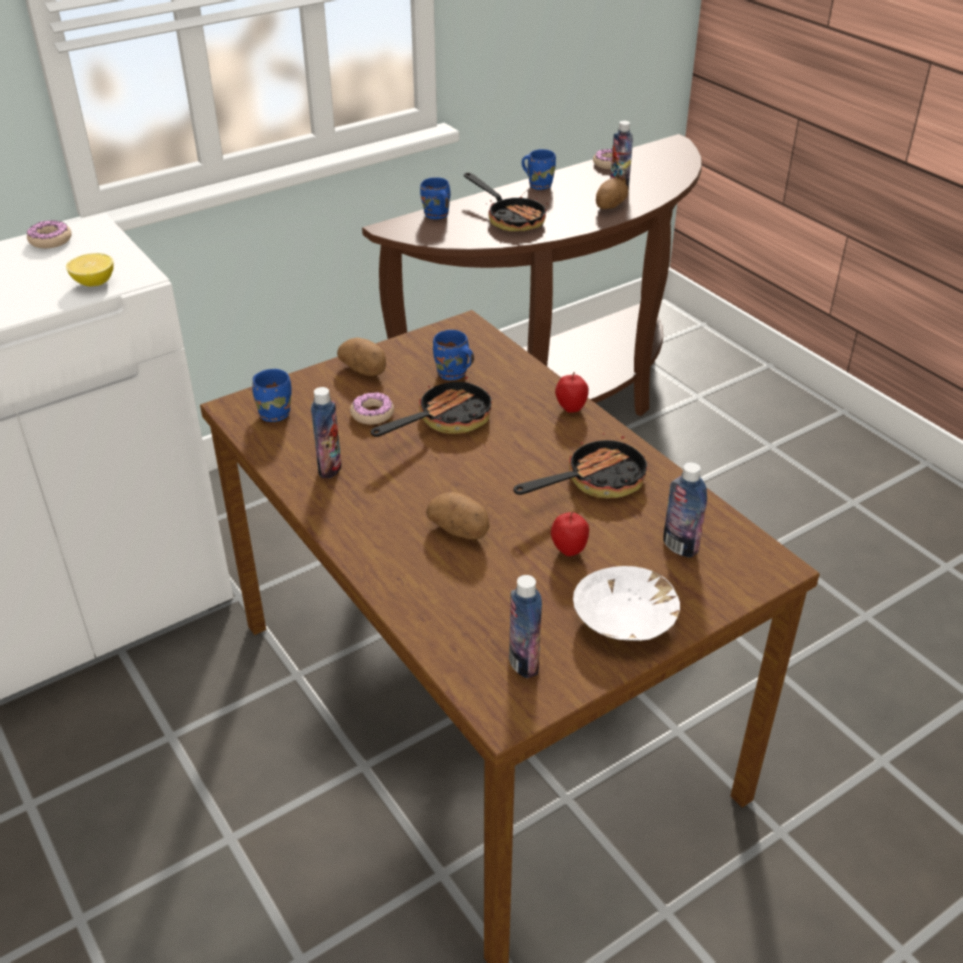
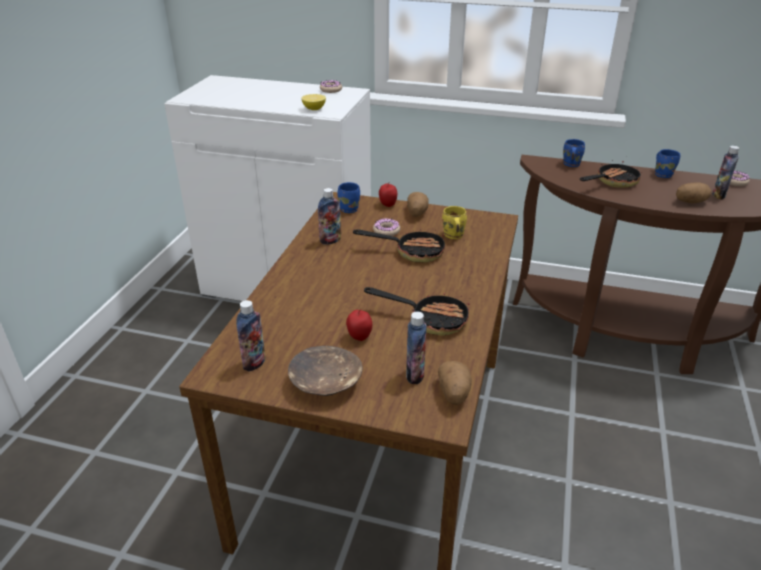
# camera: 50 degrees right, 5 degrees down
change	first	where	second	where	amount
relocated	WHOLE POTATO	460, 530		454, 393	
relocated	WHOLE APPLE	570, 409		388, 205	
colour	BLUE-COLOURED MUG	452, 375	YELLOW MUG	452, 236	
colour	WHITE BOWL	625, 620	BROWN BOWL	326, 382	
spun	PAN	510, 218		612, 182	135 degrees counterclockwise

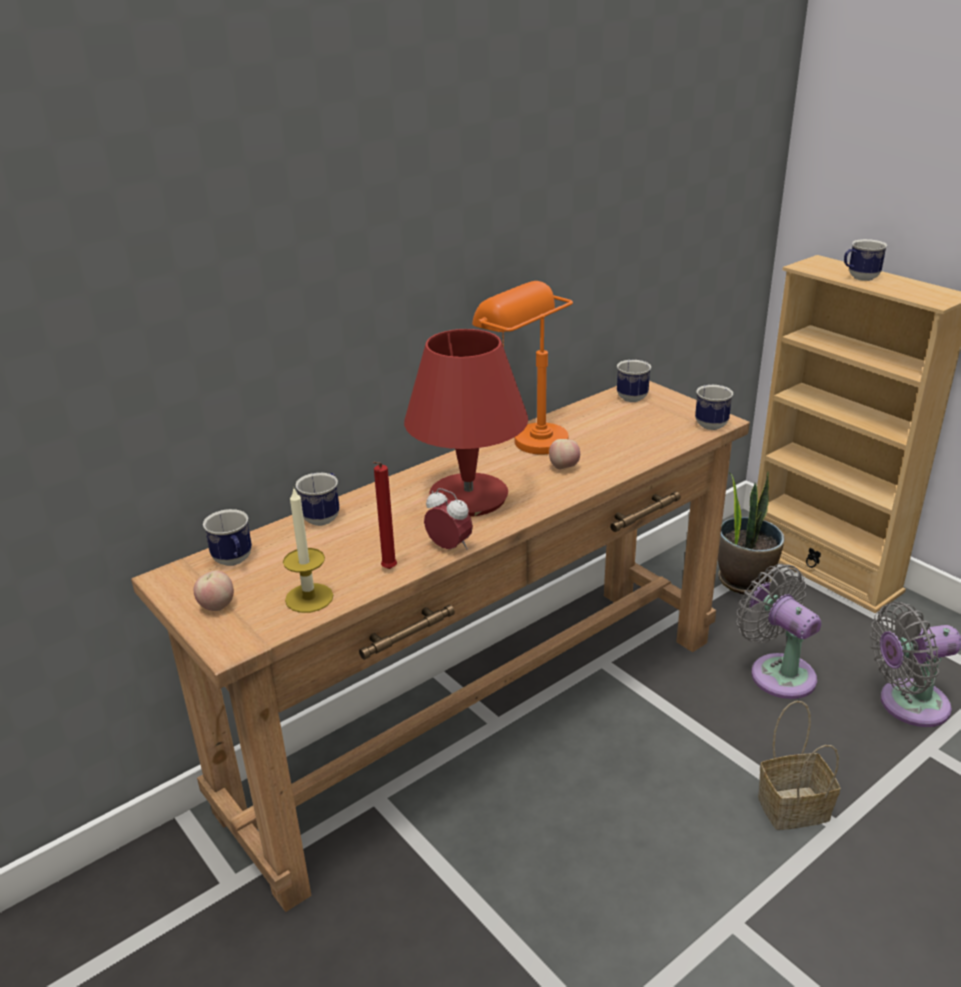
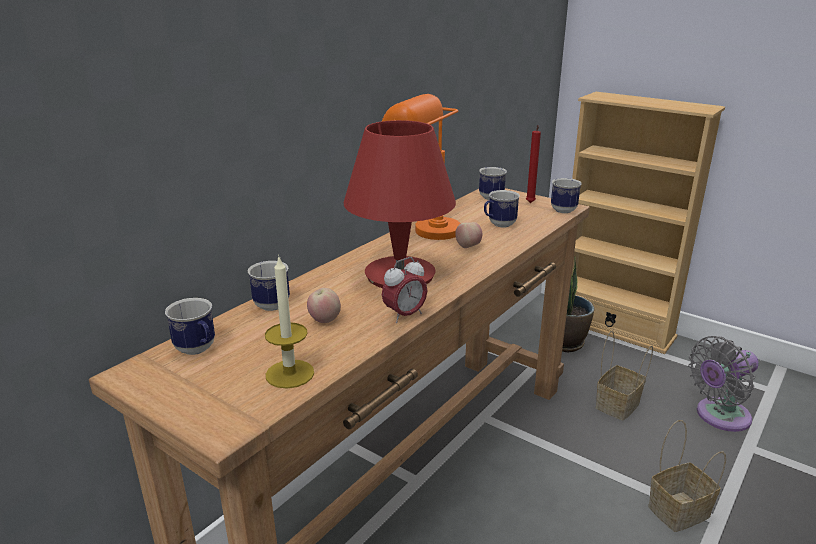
# camera: 15 degrees left, 5 degrees down
change	first	where	second	where	amount
relocated	WHOLE APPLE	217, 606		324, 320	
relocated	RED-COLOURED WAX CANDLE	388, 570		530, 203	
relocated	MUG	859, 278		498, 225	
exchanged	GRAY COOLING FAN	777, 672	HOUSEHOLD BASKET	617, 406	
spun	TABLE CLOCK	449, 547		404, 315	120 degrees clockwise

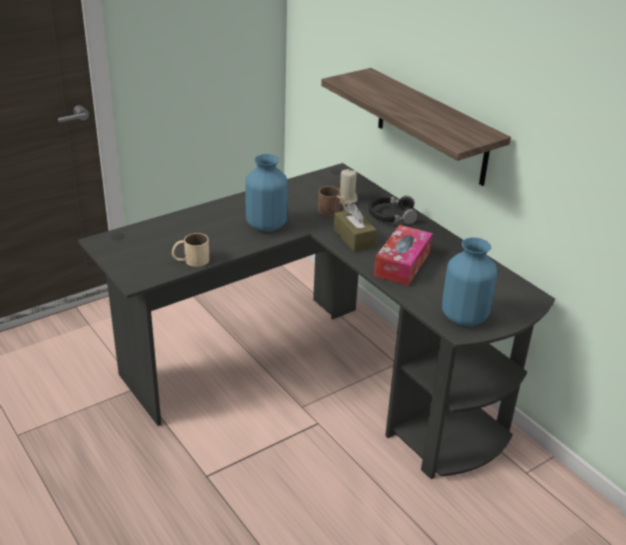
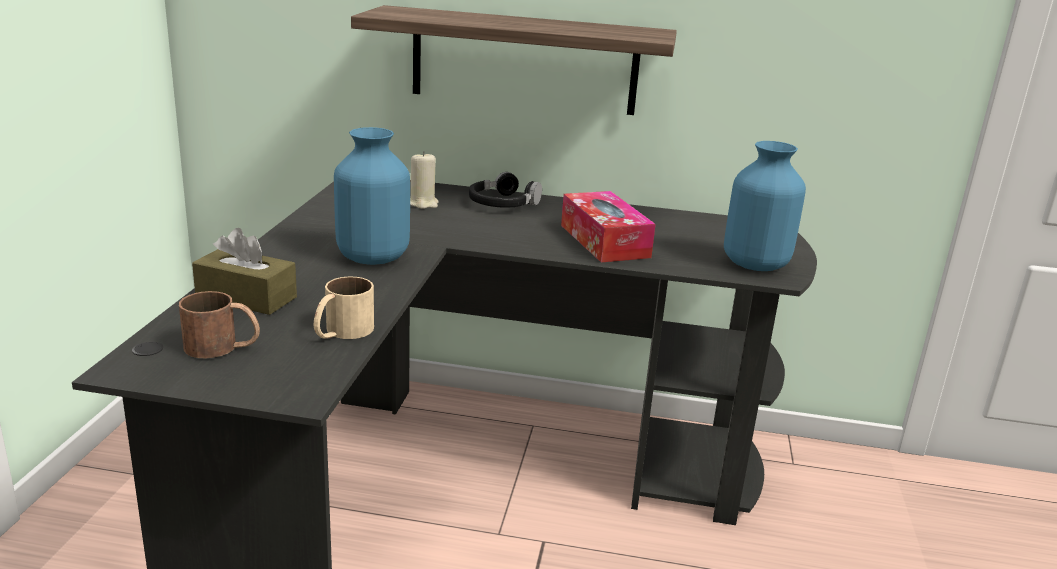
# camera: 45 degrees left, 10 degrees down
change	first	where	second	where	amount
relocated	BROWN MUG	332, 212		223, 347	
relocated	BROWN TISSUE BOX	354, 238		246, 297	

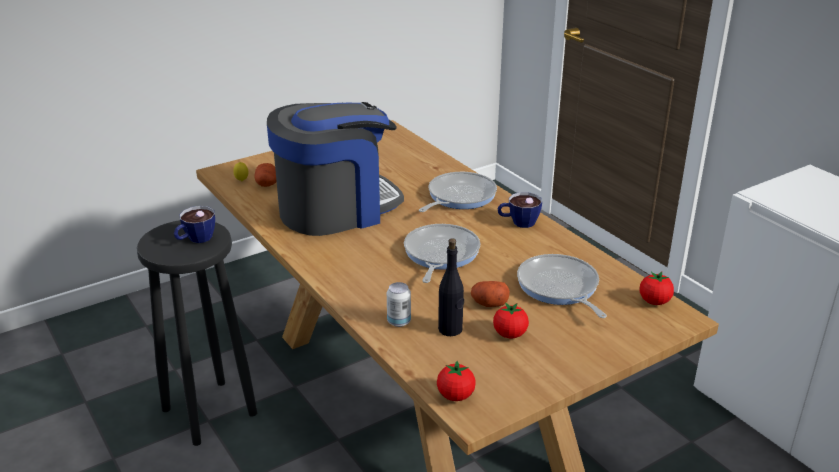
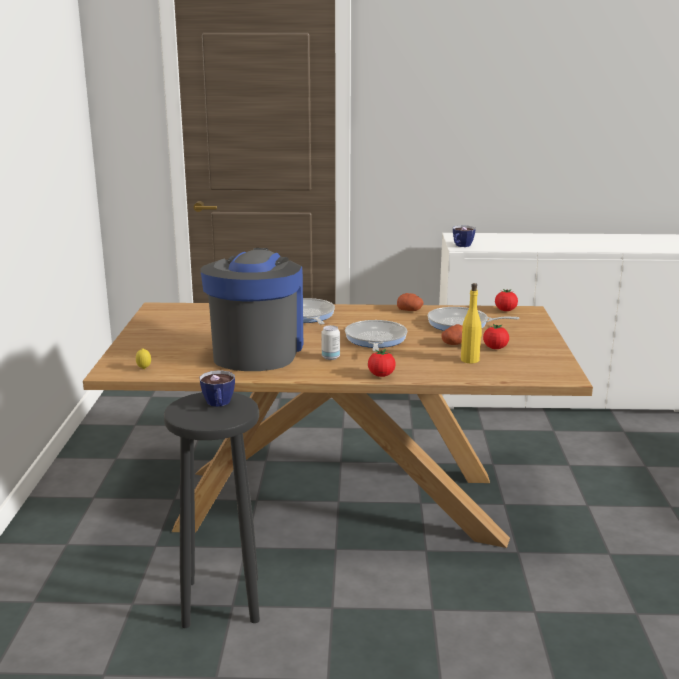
# camera: 55 degrees left, 10 degrees down
change	first	where	second	where	amount
relocated	WHOLE POTATO	267, 184		410, 310	
relocated	METAL CAN	399, 322		330, 357	
relocated	TOMATO	455, 396		381, 375	
relocated	DRINKING CUP	518, 222		461, 246	
colour	BLACKISH BOTTLE	450, 329	YELLOW BOTTLE	470, 360	
spun	PAN	440, 254		375, 340	45 degrees clockwise

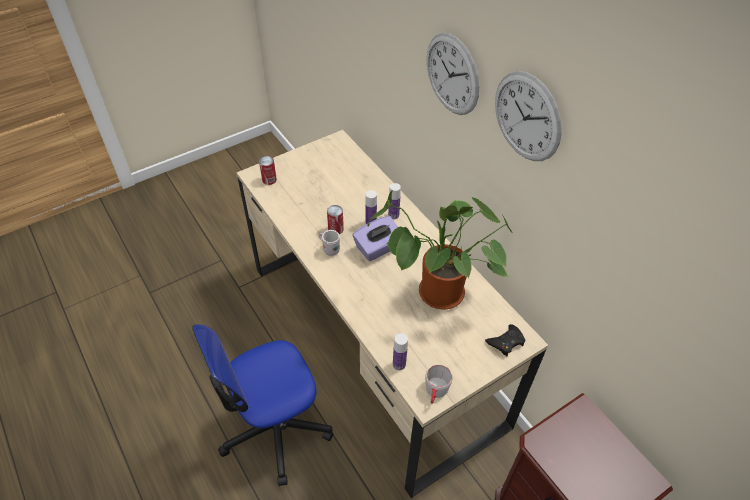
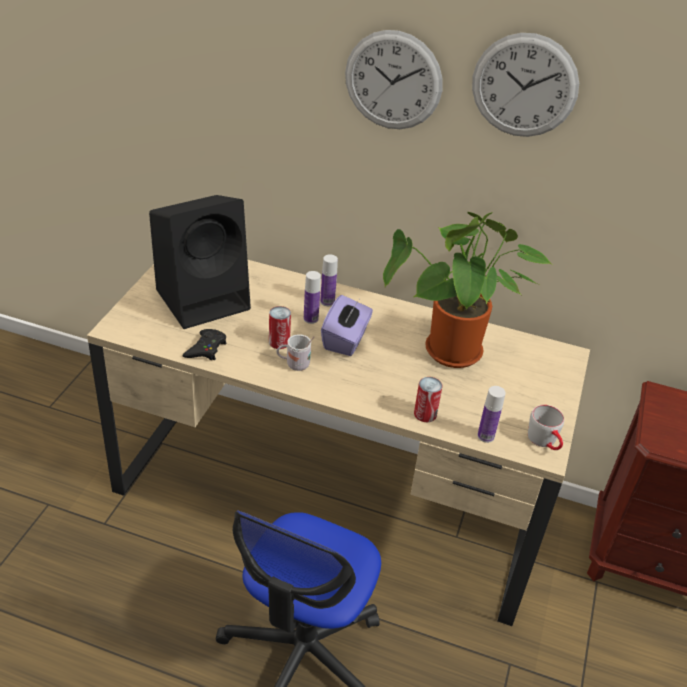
# camera: 40 degrees left, 10 degrees down
change	first	where	second	where	amount
appeared			BLACKISH AUDIO SPEAKER	205, 298	
relocated	METAL CAN	269, 179		425, 414	
relocated	BLACKISH GAMEPAD	506, 342		206, 349	

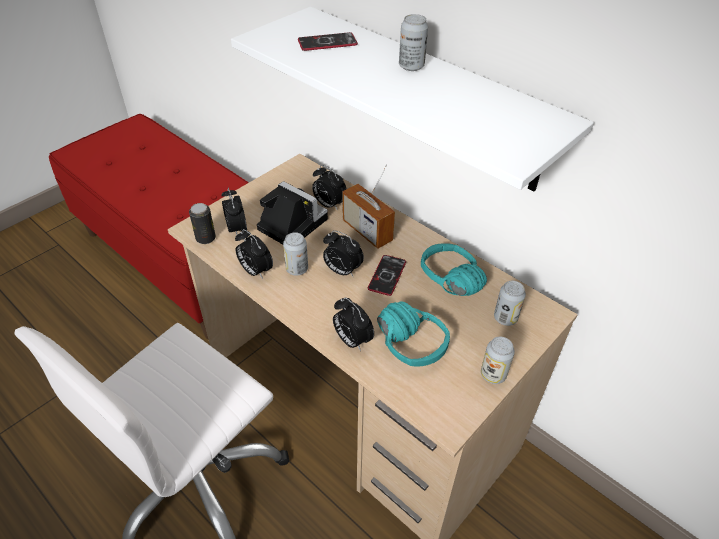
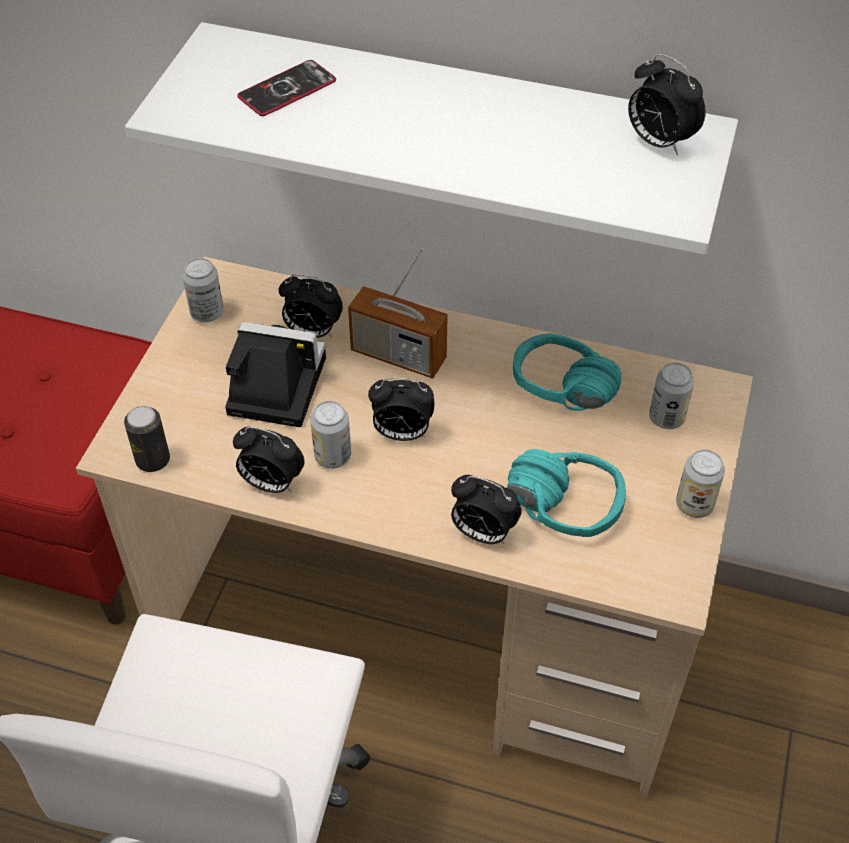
# camera: 25 degrees left, 5 degrees up
change	first	where	second	where	amount
missing	HANDSET	387, 275			
relocated	TABLE CLOCK	236, 229		658, 142	
relocated	METAL CAN	411, 66		207, 313	

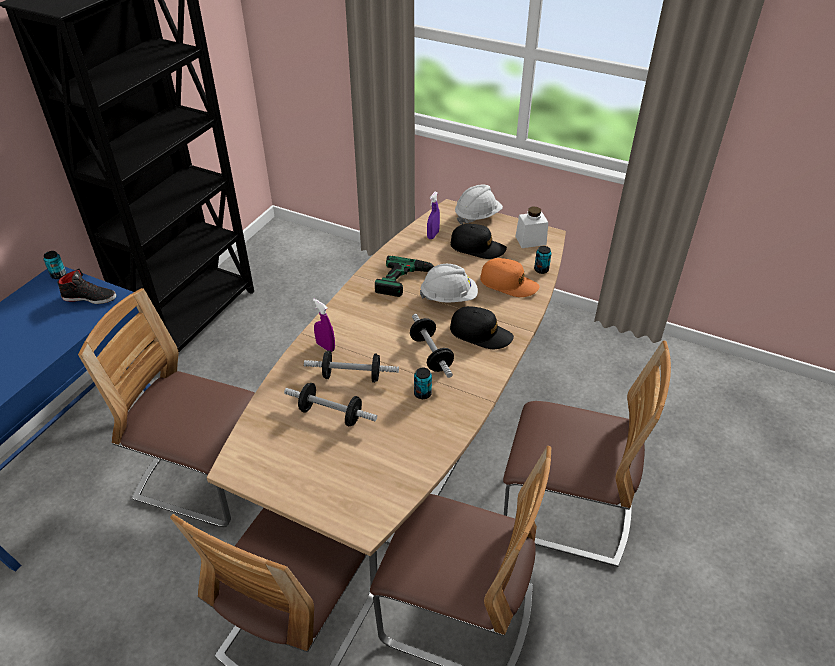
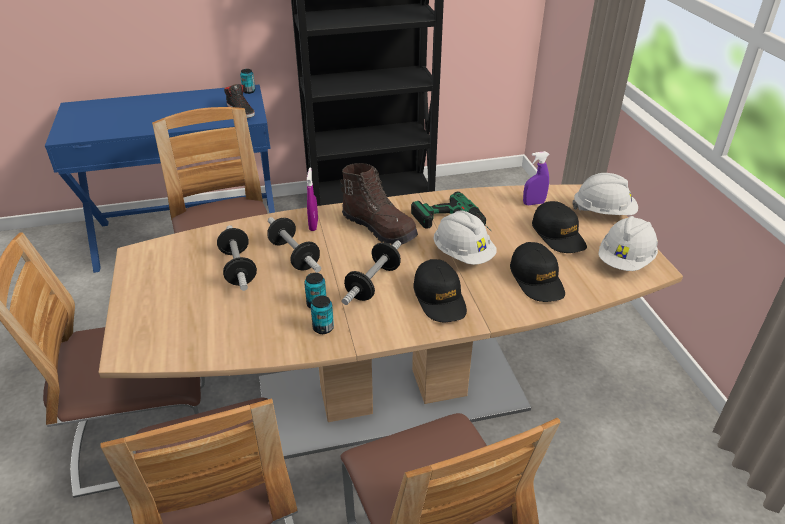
# camera: 50 degrees right, 5 degrees down
change	first	where	second	where	amount
appeared			BROWN TALL BOOT	380, 228	
relocated	METAL CAN	541, 270		323, 328	
exchanged	WHITE STORAGE JAR	530, 240	WHITE HARD HAT	625, 261	
colour	ORANGE PEAKED CAP	508, 284	BLACKISH PEAKED CAP	537, 280	

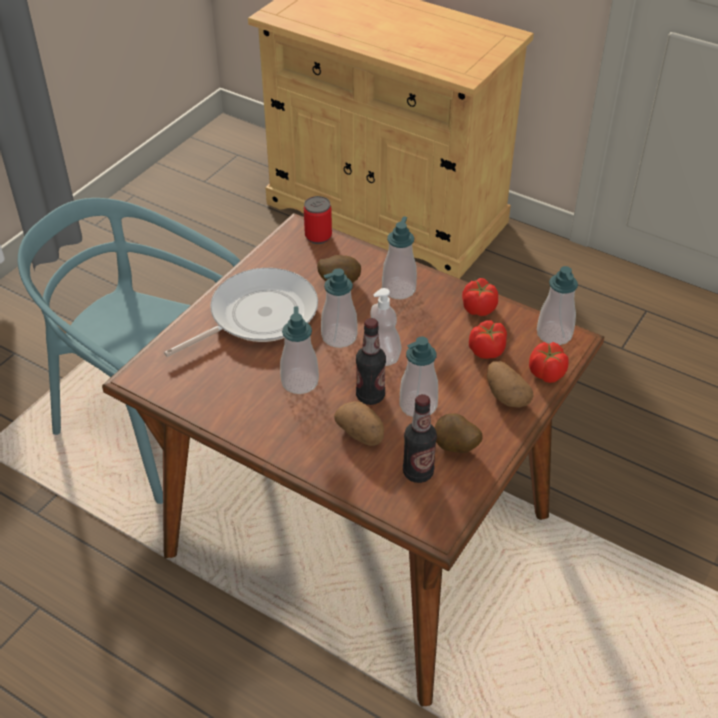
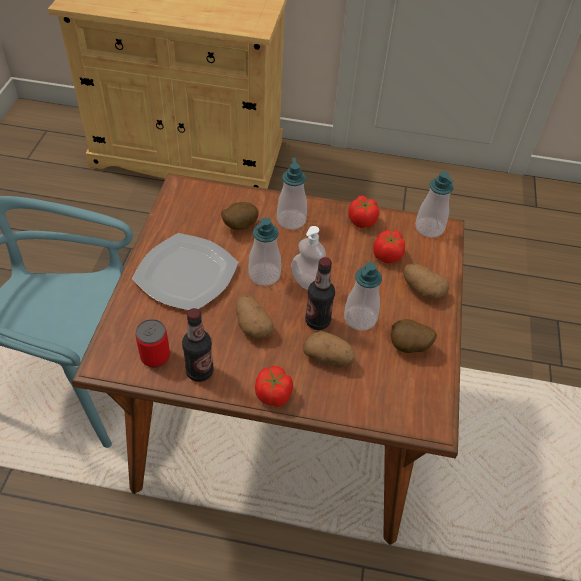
# camera: 25 degrees left, 5 degrees up
change	first	where	second	where	amount
relocated	METAL CAN	318, 236		155, 356	
relocated	BOTTLE	418, 472		199, 371	
relocated	TOMATO	546, 373		273, 394	
exchanged	PAN	257, 316	PLATE	185, 274	
exchanged	SOAP DISPENSER	300, 382	WHOLE POTATO	252, 325	

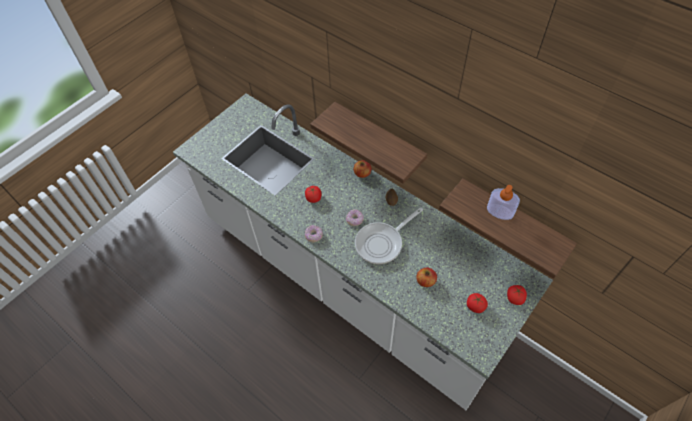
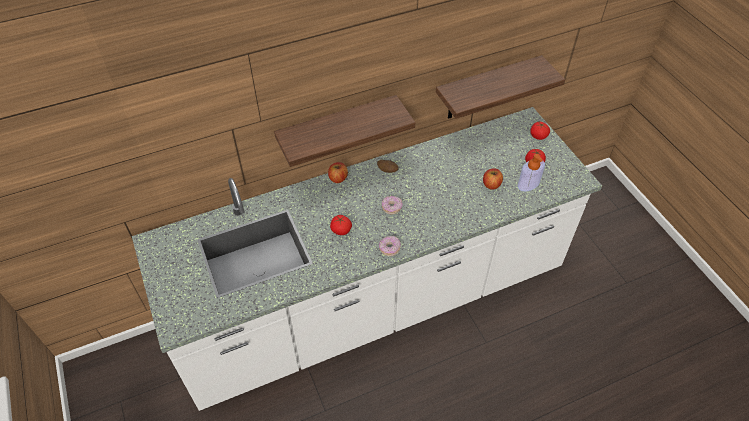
# camera: 65 degrees left, 5 degrees down
change	first	where	second	where	amount
missing	PAN	382, 243			
relocated	SOAP DISPENSER	500, 212		528, 184	

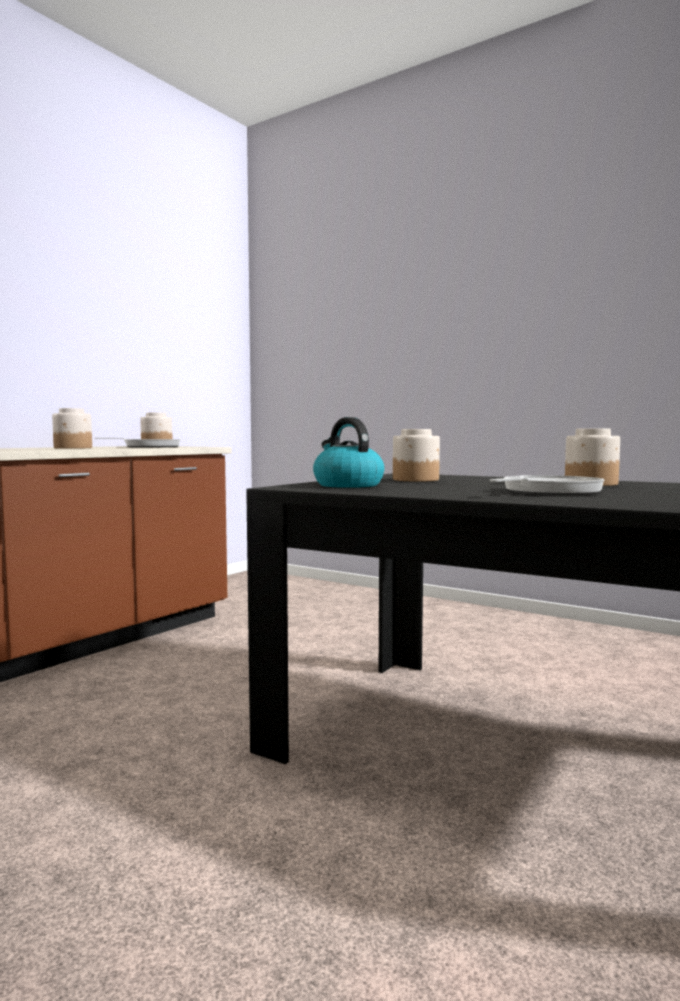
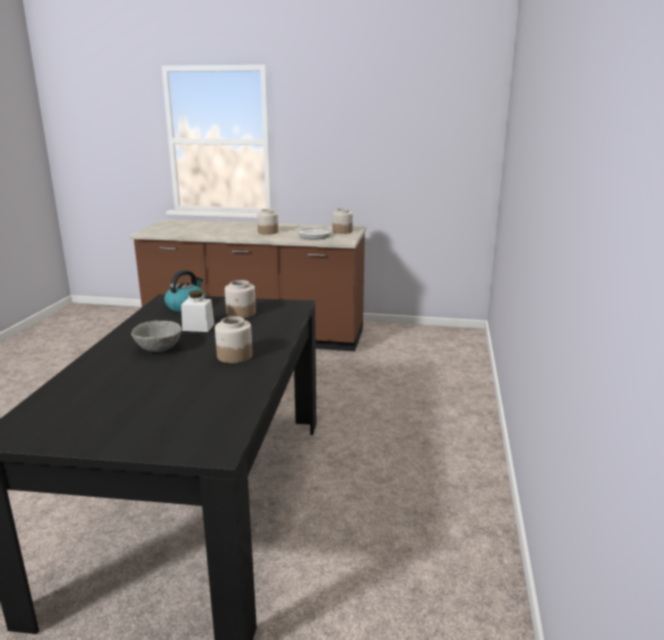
# camera: 65 degrees right, 15 degrees up
change	first	where	second	where	amount
appeared			WHITE STORAGE JAR	198, 327	
exchanged	PAN	547, 492	GRAY BOWL	158, 349	

